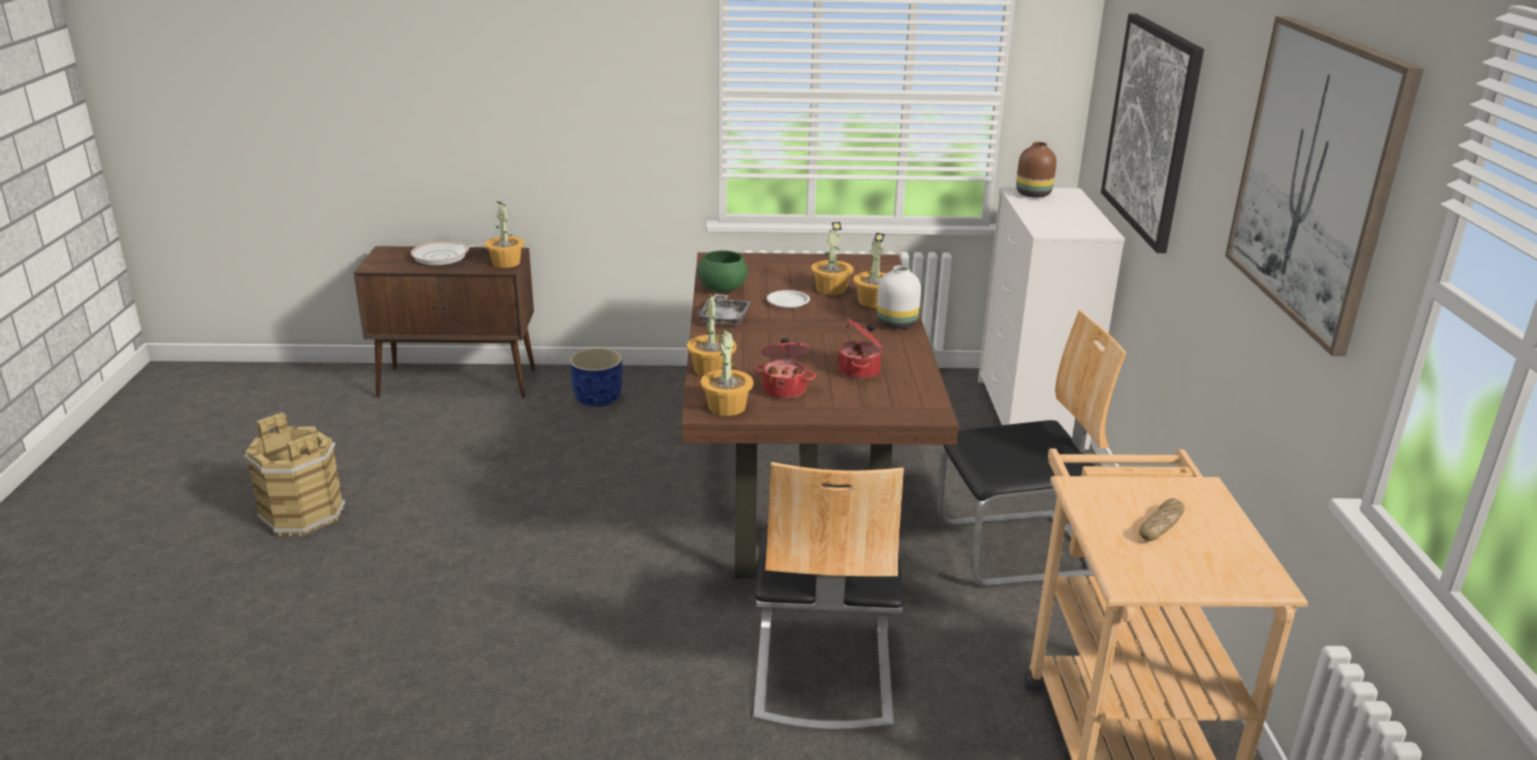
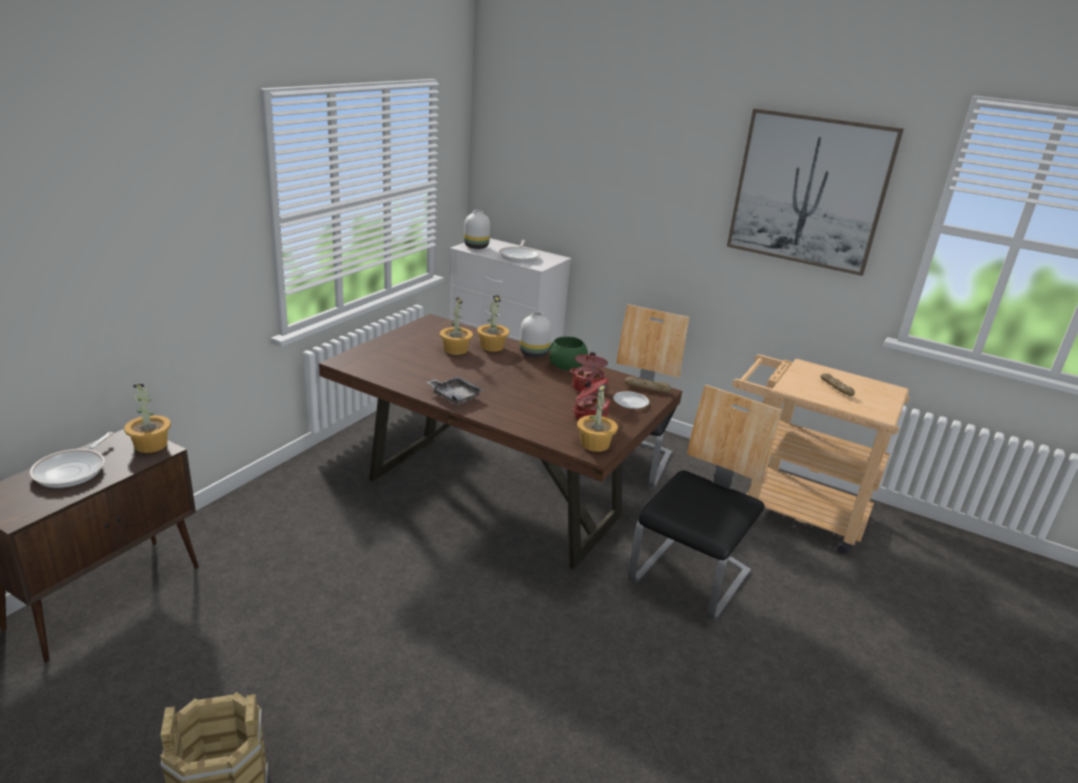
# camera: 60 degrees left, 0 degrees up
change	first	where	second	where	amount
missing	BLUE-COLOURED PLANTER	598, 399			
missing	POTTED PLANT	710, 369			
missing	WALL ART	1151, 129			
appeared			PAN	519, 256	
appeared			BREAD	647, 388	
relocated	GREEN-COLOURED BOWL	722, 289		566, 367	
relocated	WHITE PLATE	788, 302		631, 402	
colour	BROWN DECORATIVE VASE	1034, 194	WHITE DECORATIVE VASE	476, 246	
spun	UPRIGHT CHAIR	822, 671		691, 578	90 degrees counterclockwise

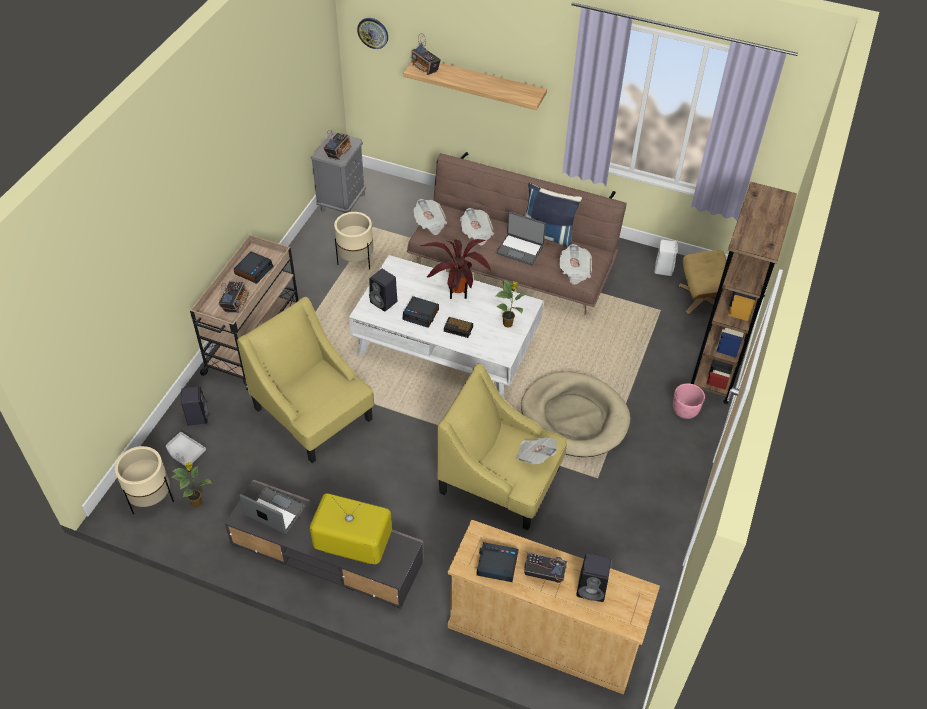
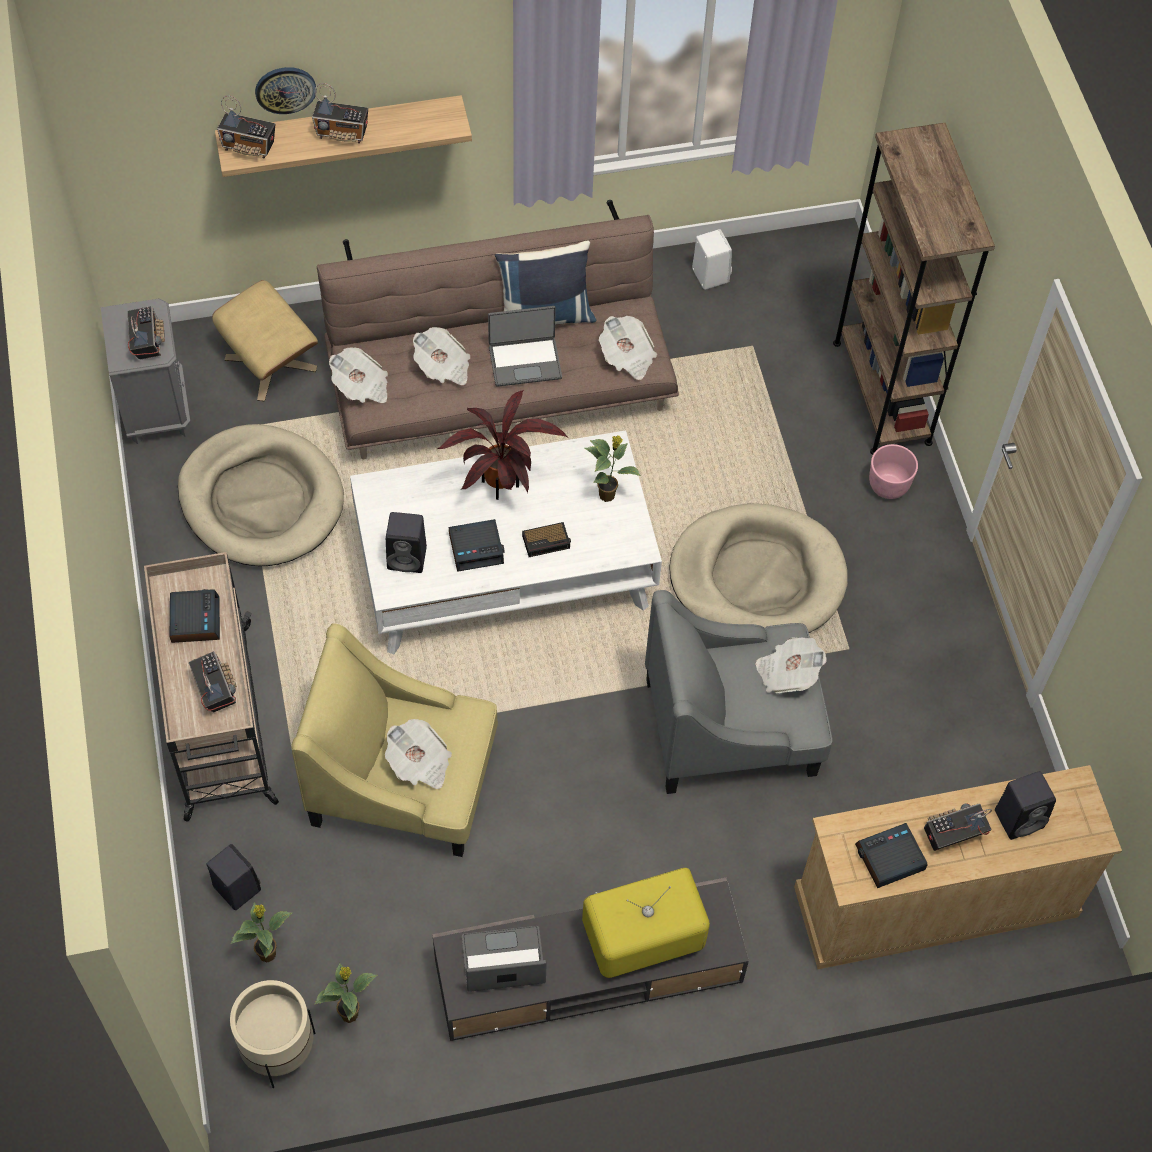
# camera: 35 degrees left, 10 degrees up
change	first	where	second	where	amount
appeared			RADIO	342, 133	
appeared			NEWSPAPER	419, 763	
relocated	HANGING CLOCK	373, 32		285, 89	
relocated	BEIGE-COLOURED OTTOMAN	703, 298		271, 363	
exchanged	GRAY CARRYING TRAY	185, 452	POTTED PLANT	267, 953	
exchanged	BEIGE-COLOURED PLANTER	356, 260	BEIGE-COLOURED PET BED	261, 500	
colour	YELLOW EASY CHAIR	500, 480	GRAY EASY CHAIR	731, 727	

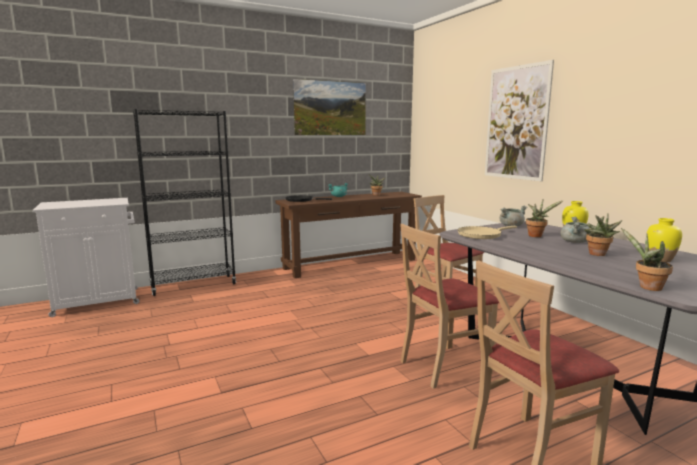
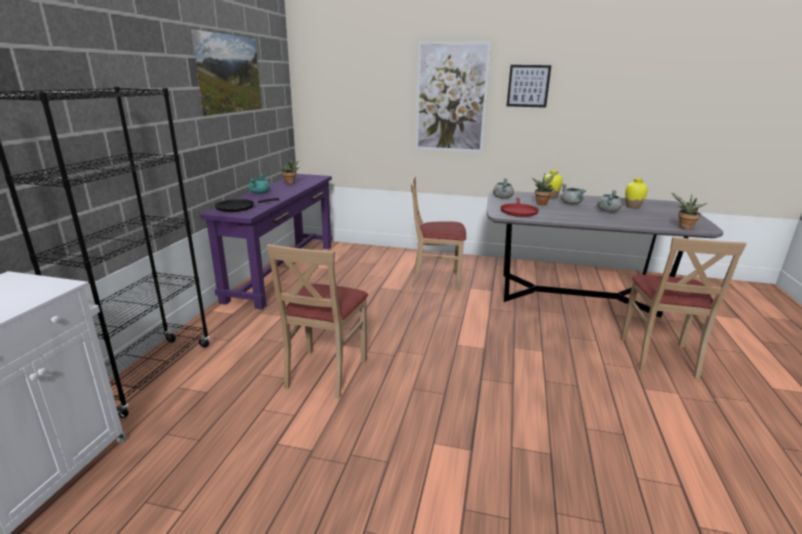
# camera: 50 degrees left, 10 degrees up
change	first	where	second	where	amount
appeared			WALL ART	528, 86	
relocated	BEIGE-COLOURED UPRIGHT CHAIR	443, 366		325, 372	
exchanged	POTTED PLANT	598, 254	GRAY COOKING POT	608, 211	
colour	BROWN CONSOLE TABLE	351, 264	PURPLISH CONSOLE TABLE	283, 271	
colour	BEIGE-COLOURED PAN	481, 235	RED-COLOURED PAN	518, 211	

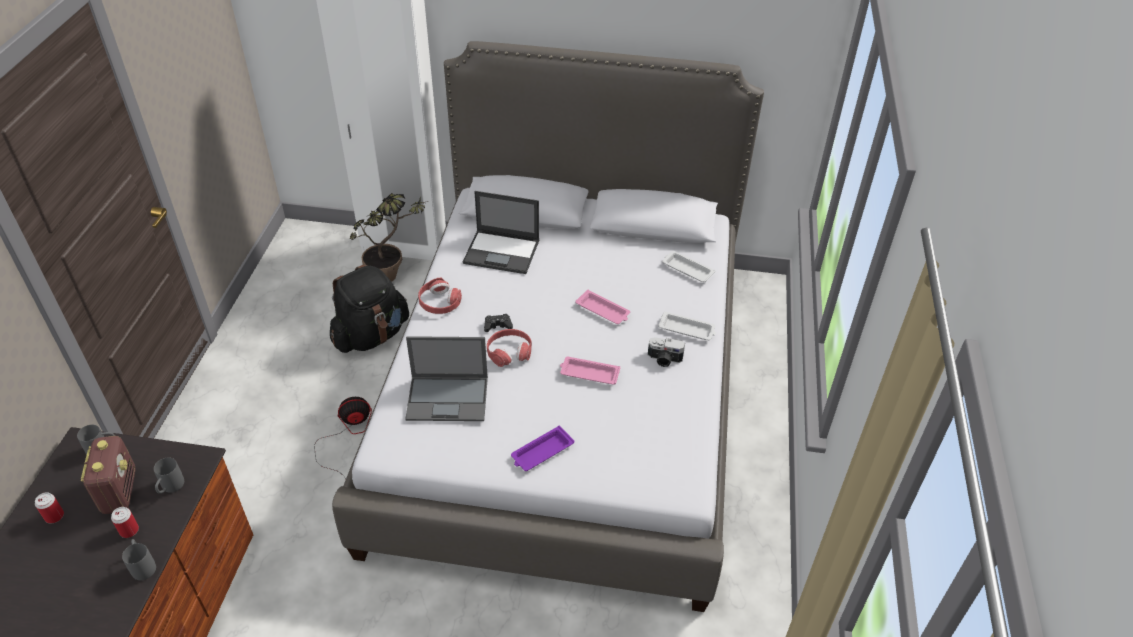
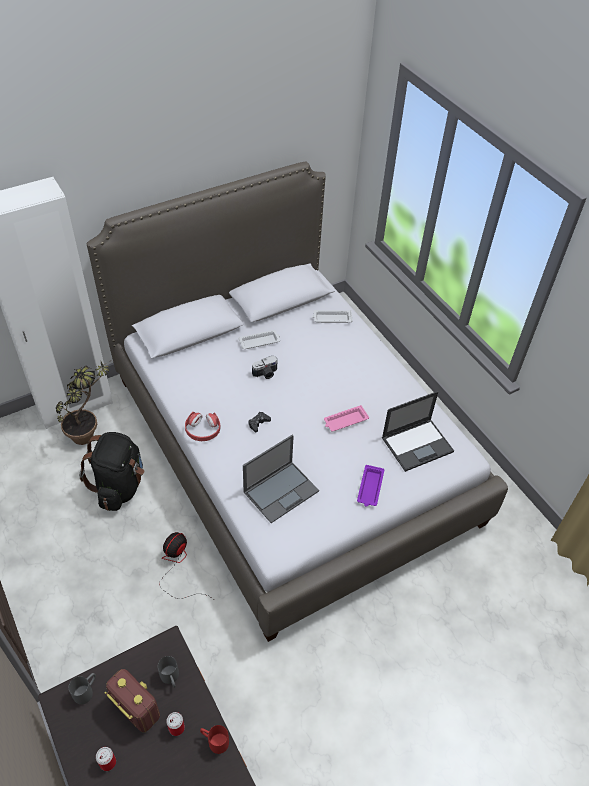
# camera: 40 degrees left, 5 degrees up
change	first	where	second	where	amount
missing	RED-COLOURED HEADPHONES	509, 352			
missing	PINK-COLOURED CARRYING TRAY	603, 311			
relocated	LAPTOP	502, 252		417, 444	
relocated	STILL CAMERA	664, 359		266, 374	
relocated	WHITE CARRYING TRAY	687, 329		260, 341	
colour	GRAY MUG	143, 565	RED-COLOURED MUG	214, 741	

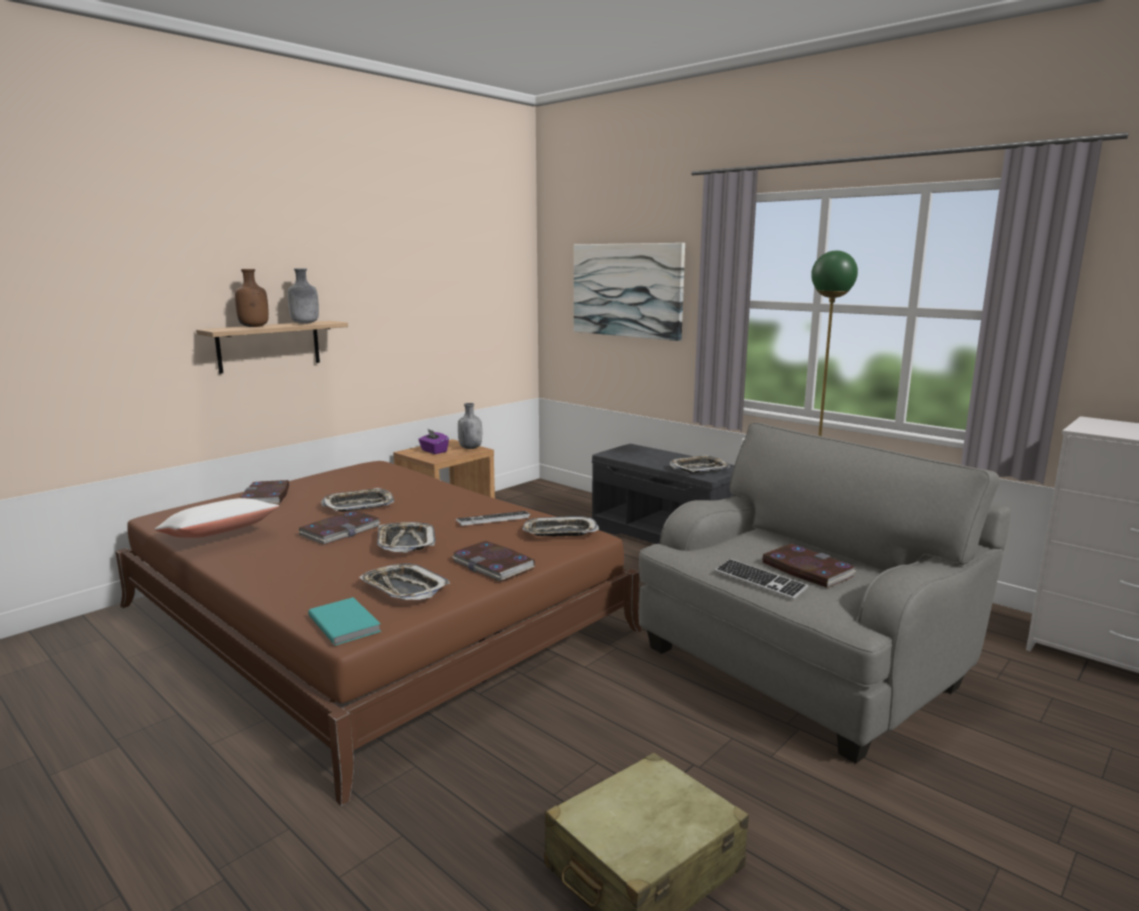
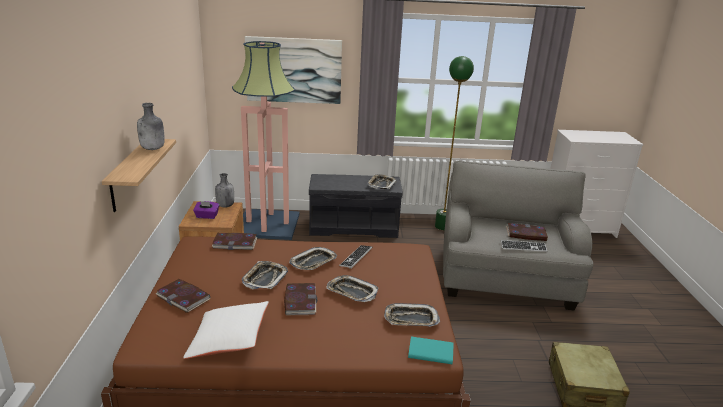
# camera: 45 degrees left, 10 degrees up
change	first	where	second	where	amount
missing	BROWN BOTTLE	255, 326			
appeared			STANDARD LAMP	267, 224	
relocated	VOLUME	493, 565		235, 243	
relocated	CARRYING TRAY	560, 532		313, 262	

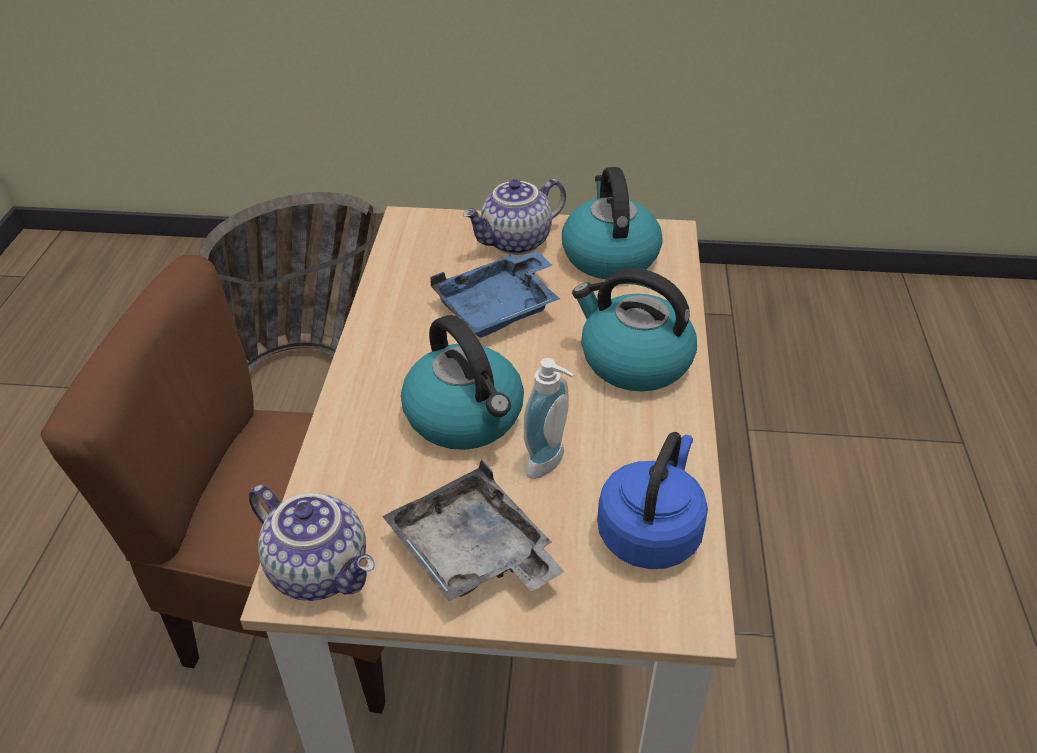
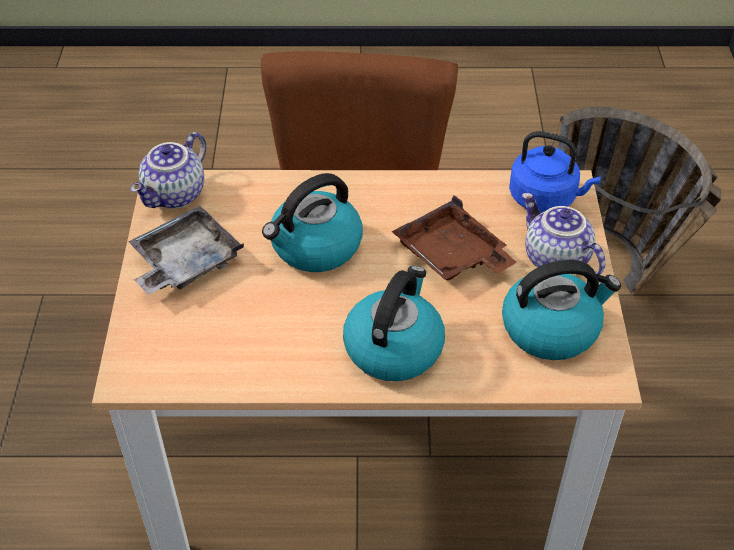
# camera: 85 degrees right, 5 degrees up
change	first	where	second	where	amount
missing	SOAP DISPENSER	550, 464			
relocated	BLUE-COLOURED KETTLE	650, 531		546, 198	
colour	BLUE-COLOURED CARRYING TRAY	499, 308	BROWN CARRYING TRAY	451, 256	

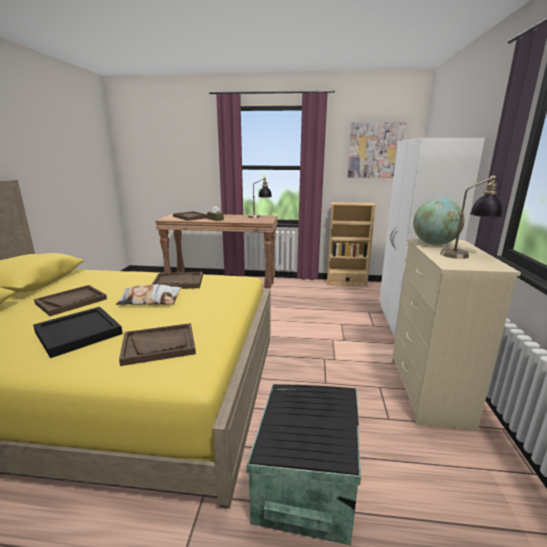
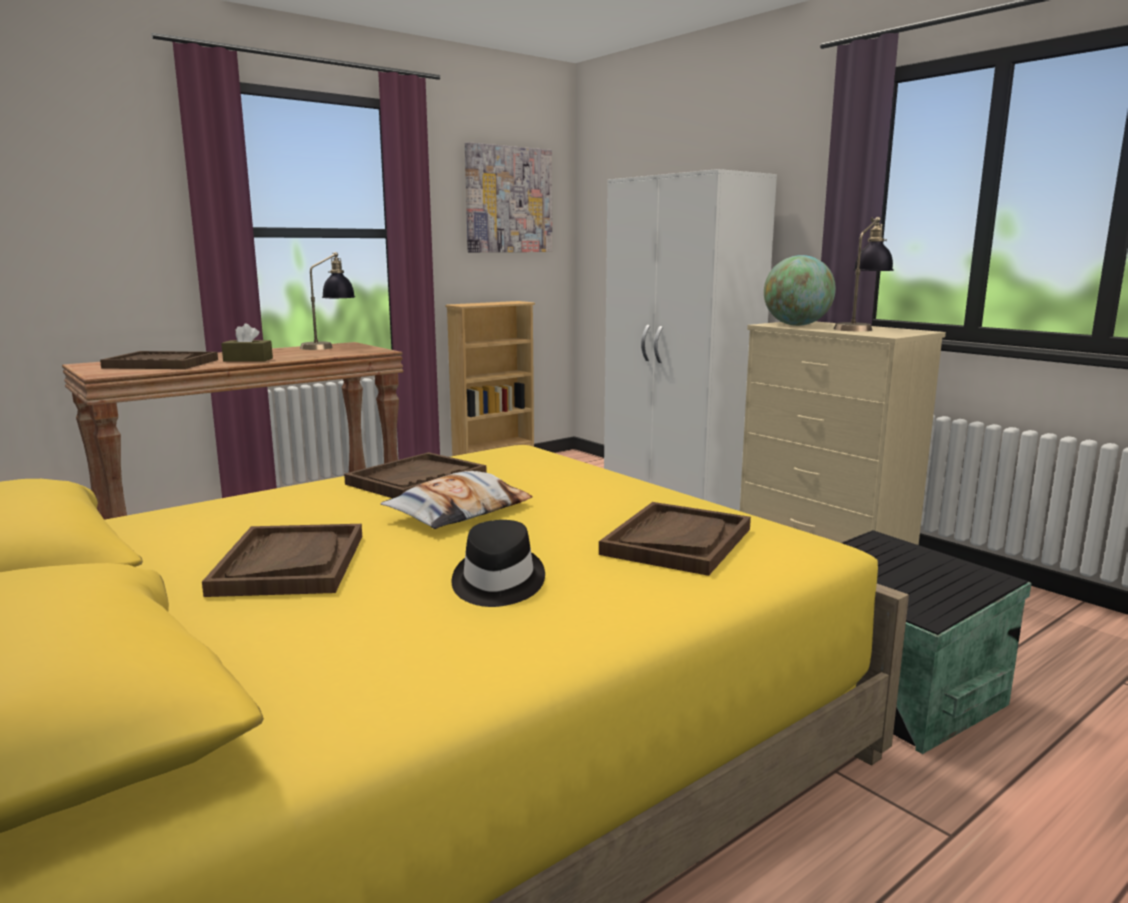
# camera: 45 degrees left, 5 degrees down
change	first	where	second	where	amount
exchanged	BLACKISH CARRYING TRAY	77, 333	BLACKISH CLOTHING HAT	496, 583	

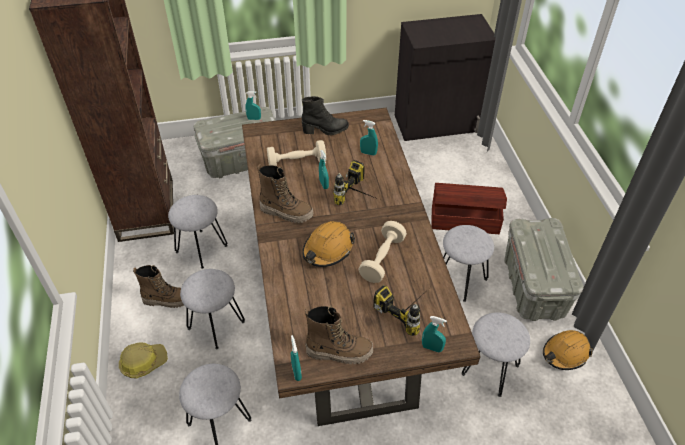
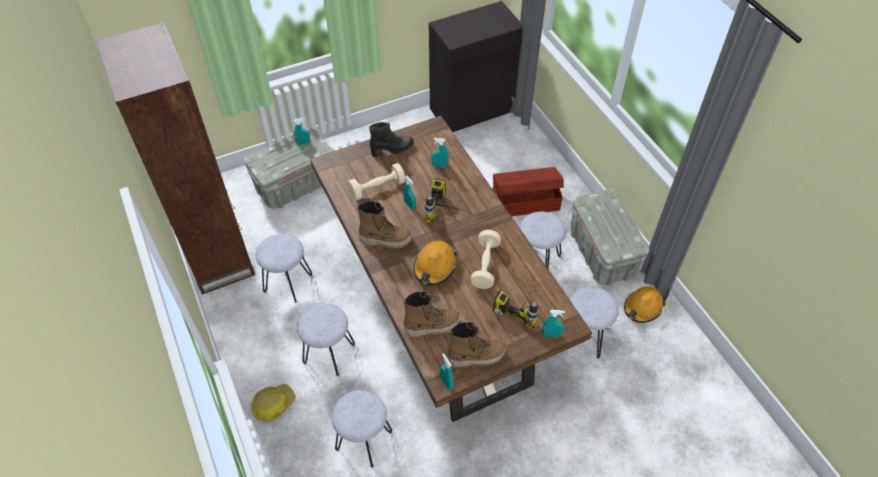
# camera: 15 degrees left, 5 degrees up
change	first	where	second	where	amount
relocated	TALL BOOT	167, 300		432, 326	

